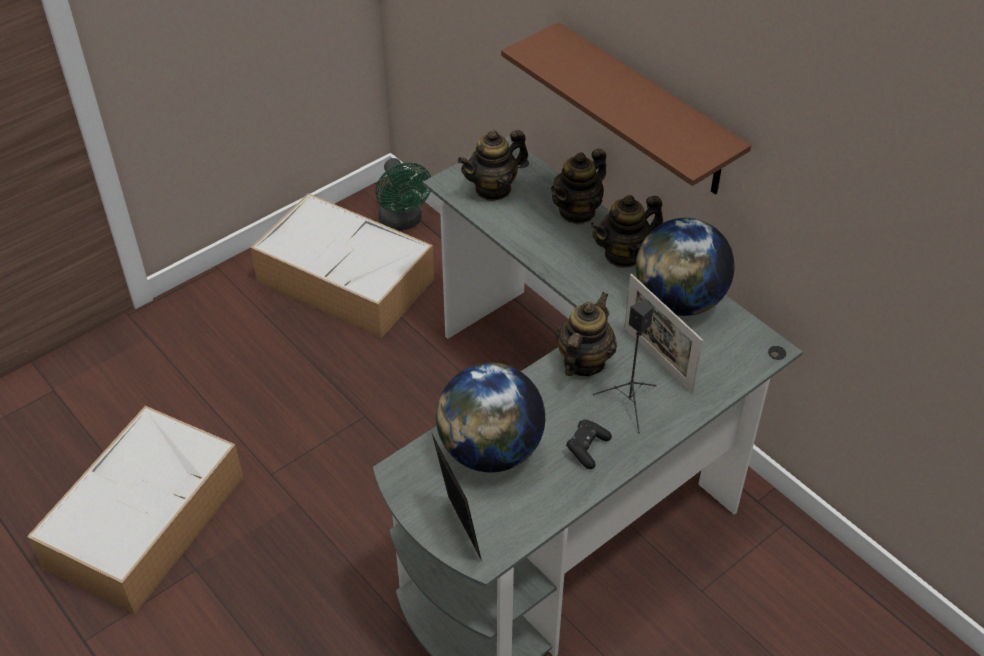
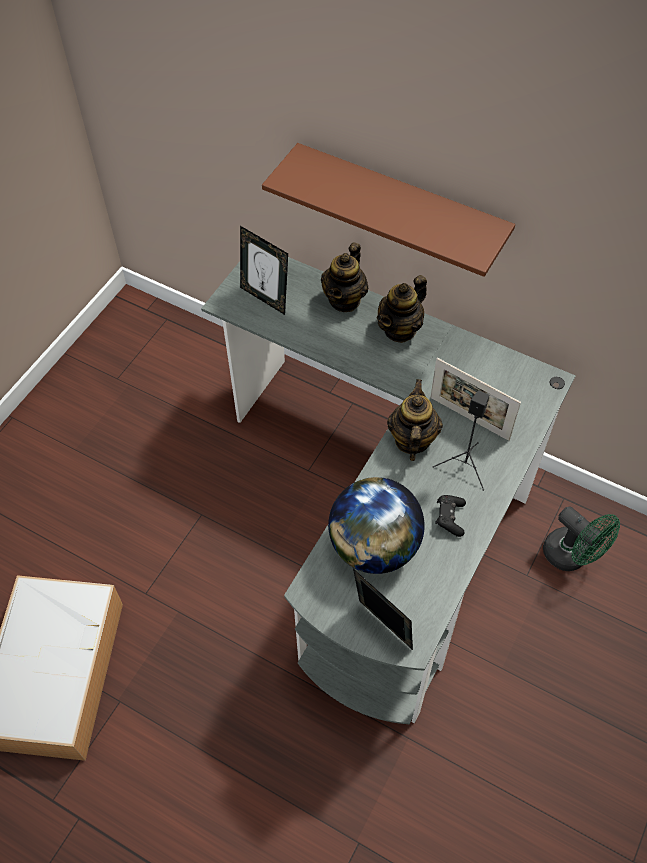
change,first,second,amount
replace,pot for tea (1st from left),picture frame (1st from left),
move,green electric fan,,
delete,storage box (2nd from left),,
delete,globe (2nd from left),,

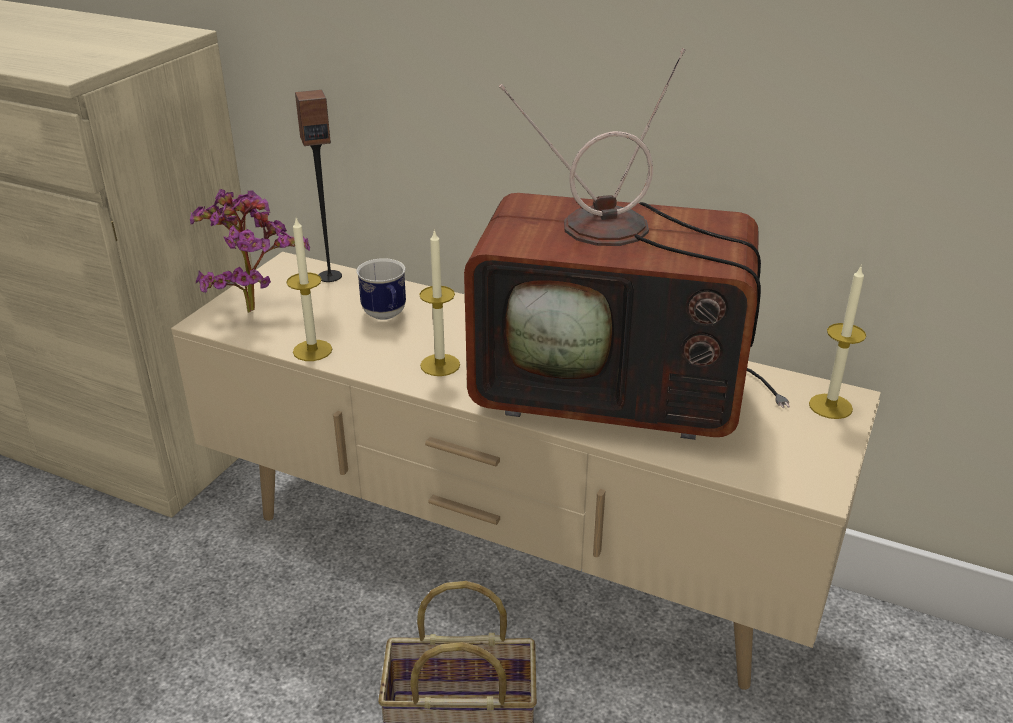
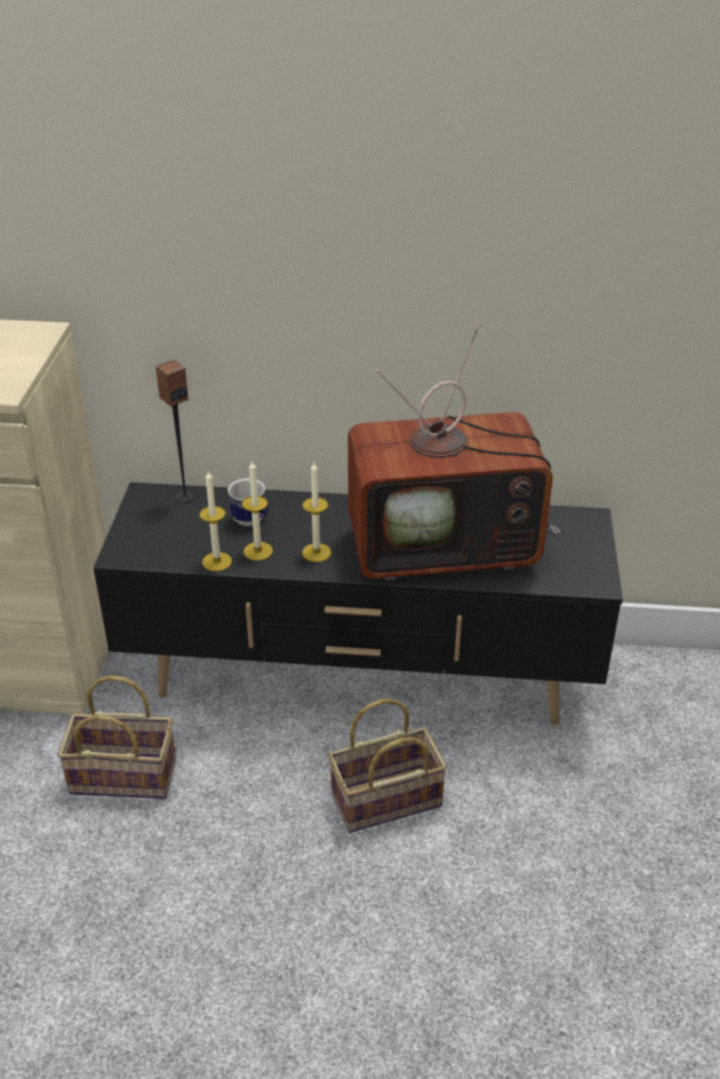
change,first,second,amount
delete,houseplant,,
recolor,beige tv unit,black-coloured tv unit,
move,wax candle (3rd from left in the first image),wax candle (2nd from left),
insert,,household basket (1st from left),

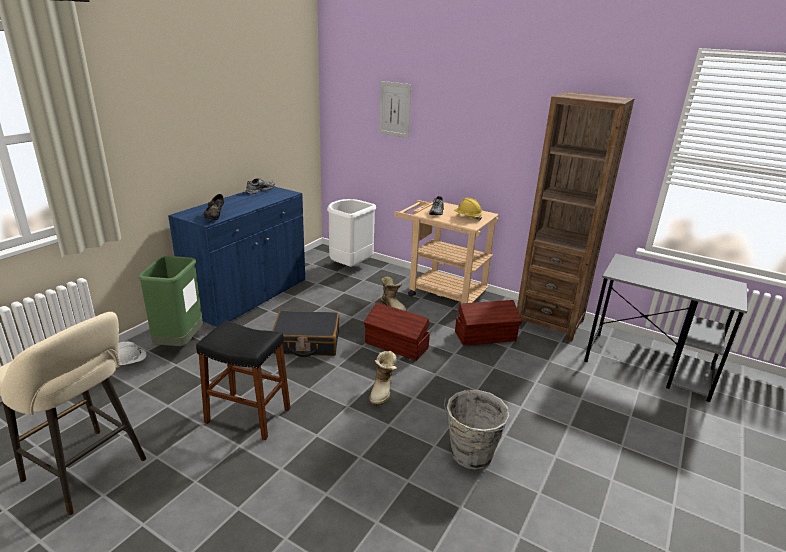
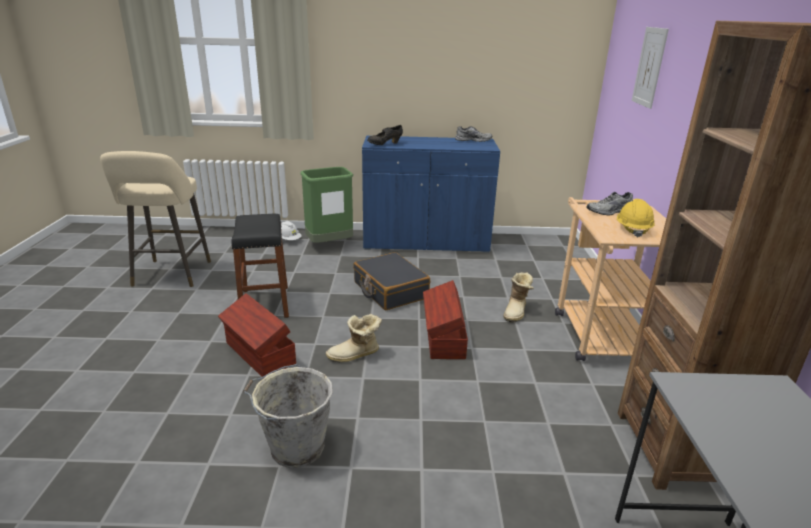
change,first,second,amount
delete,white-coloured rubbish bin,,
move,brown-coloured storage box (2nd from left in the first image),brown-coloured storage box (1st from left),

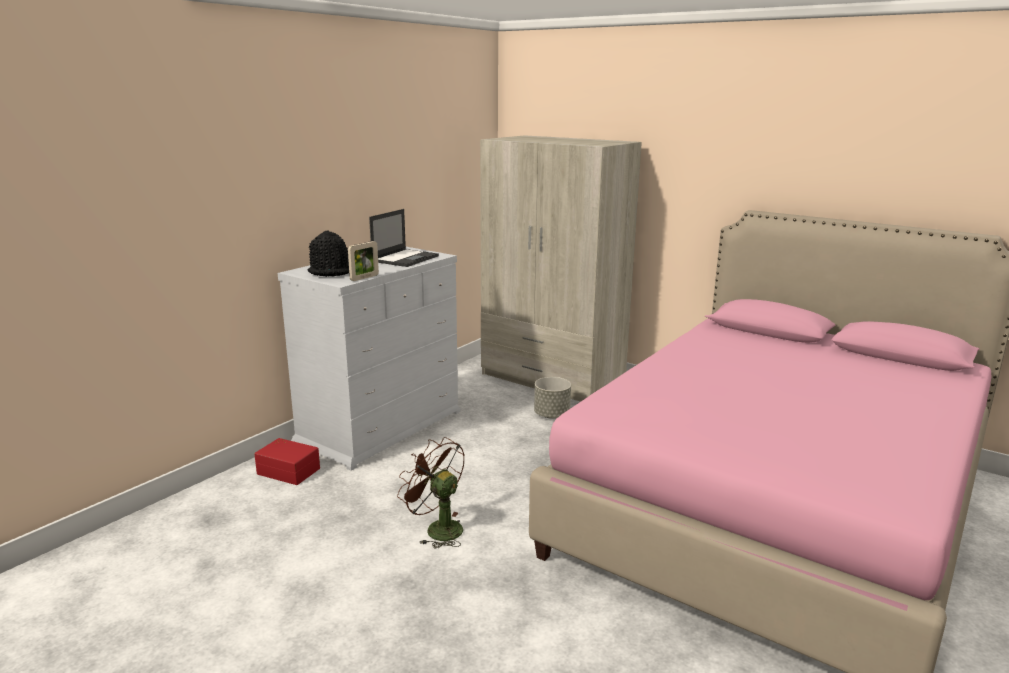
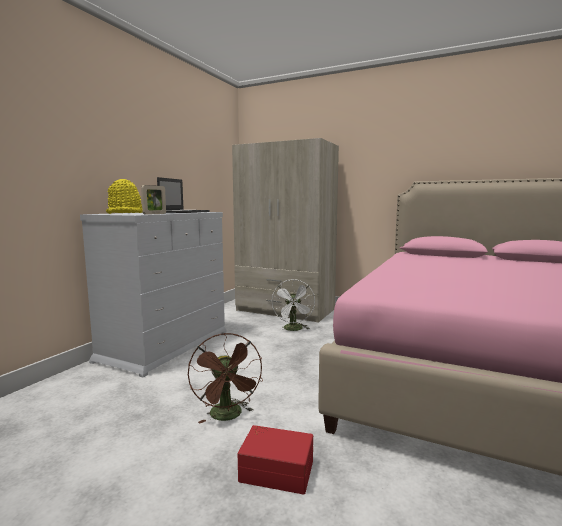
change,first,second,amount
recolor,black-coloured wearable hat,yellowish wearable hat,
replace,greyish plant pot,white-coloured electric fan,
rotate,brown-coloured electric fan,,135 degrees counterclockwise
move,red storage box,,

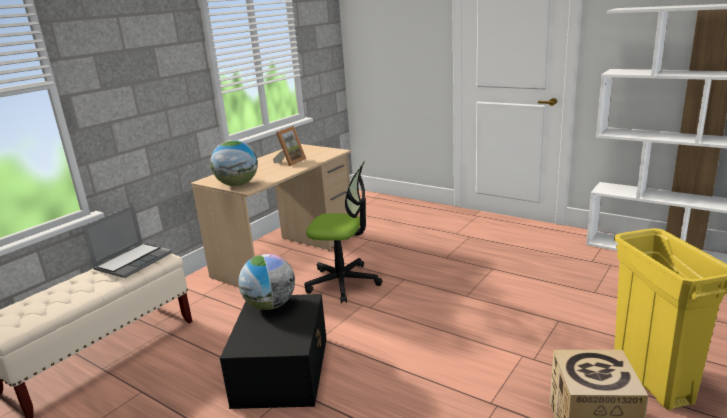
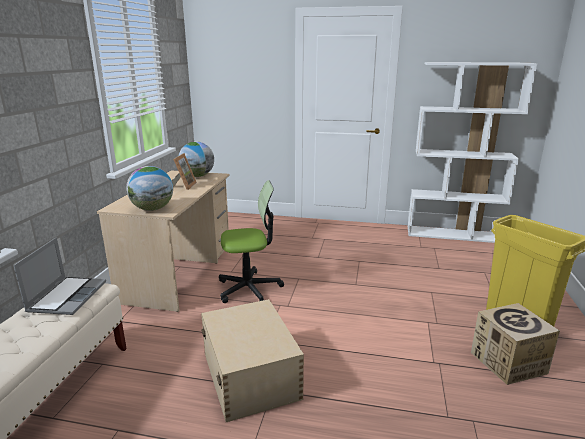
change,first,second,amount
move,globe (2nd from left),,
recolor,black-coloured storage box,beige storage box,

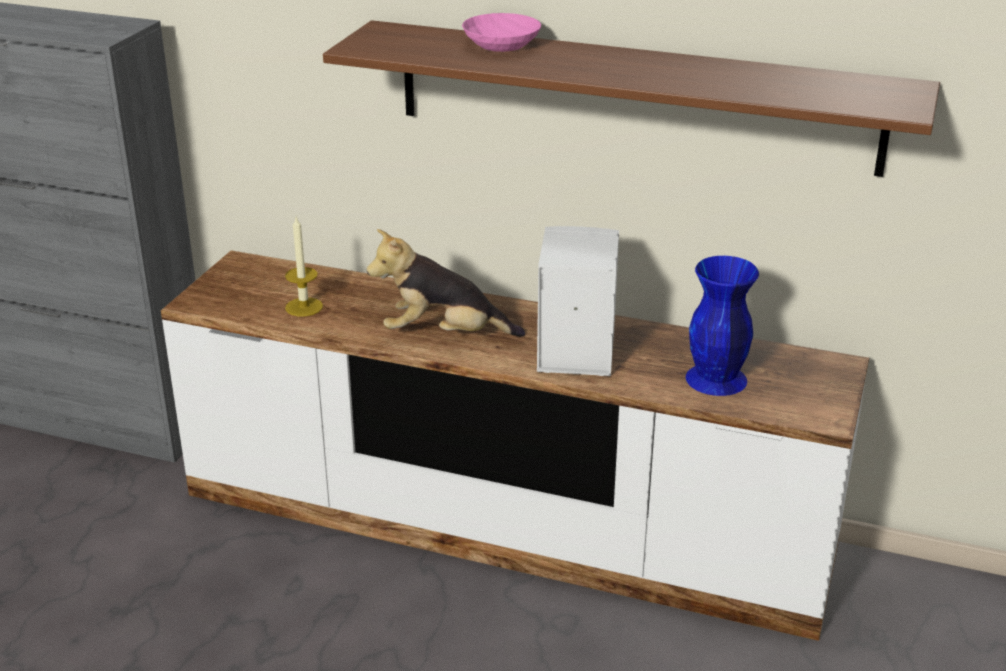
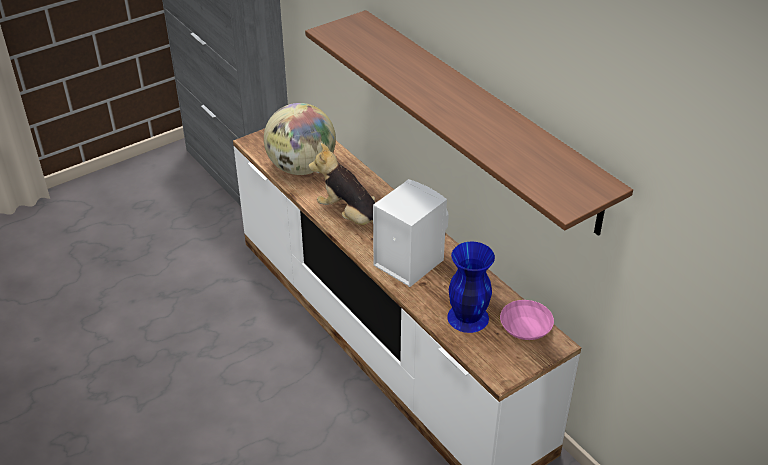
change,first,second,amount
move,pinkish serving bowl,,
replace,wax candle,globe,

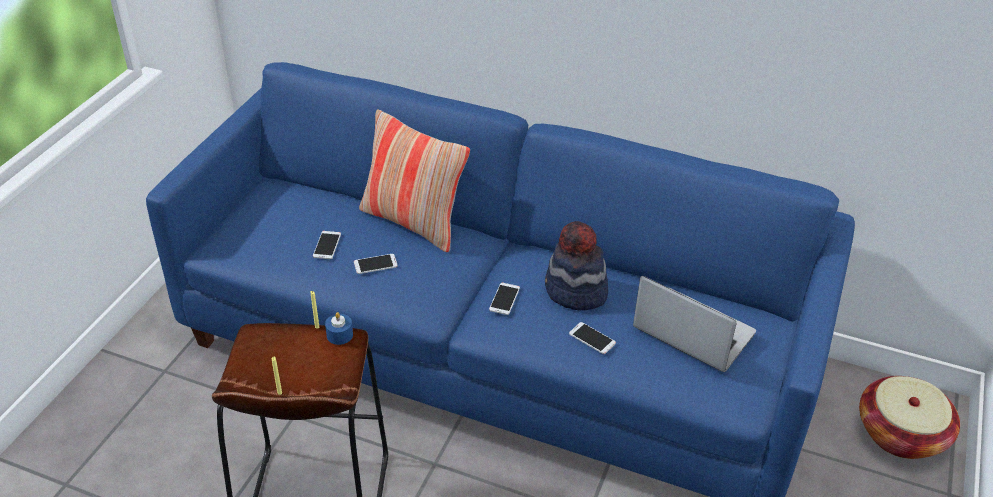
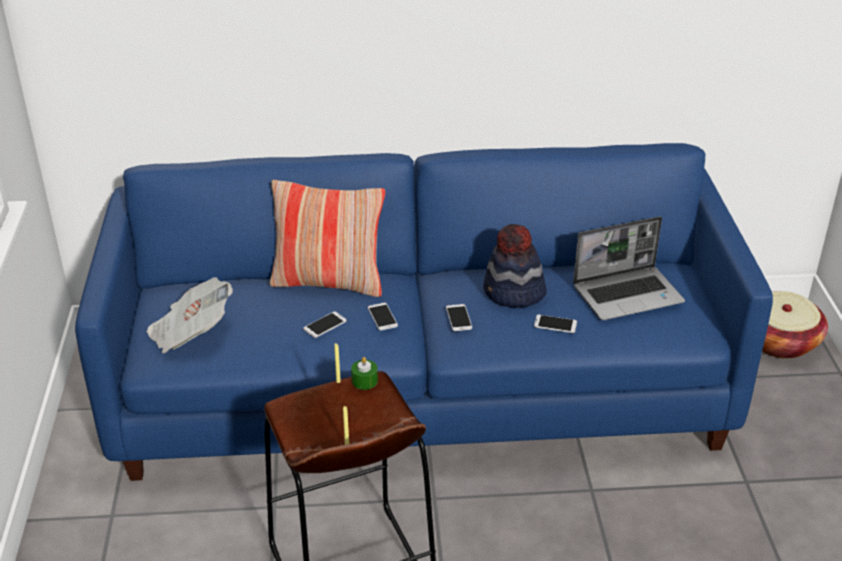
change,first,second,amount
move,telephone (1st from left in the first image),telephone (2nd from left),
rotate,portable computer,,150 degrees clockwise
recolor,bluish wax candle,green wax candle,
insert,,printed paper,

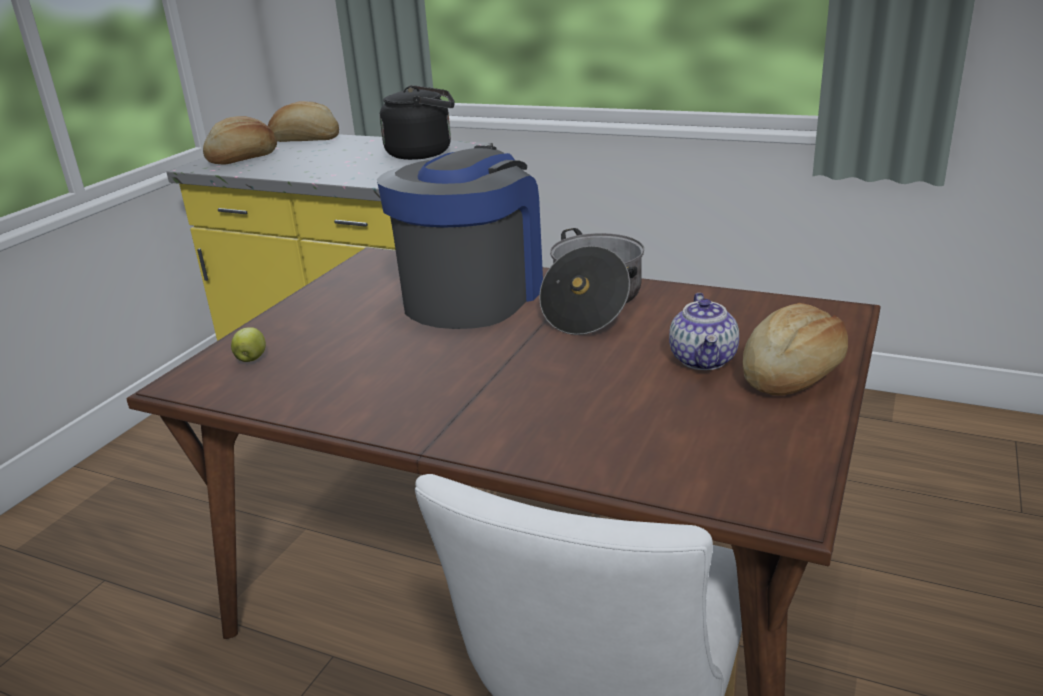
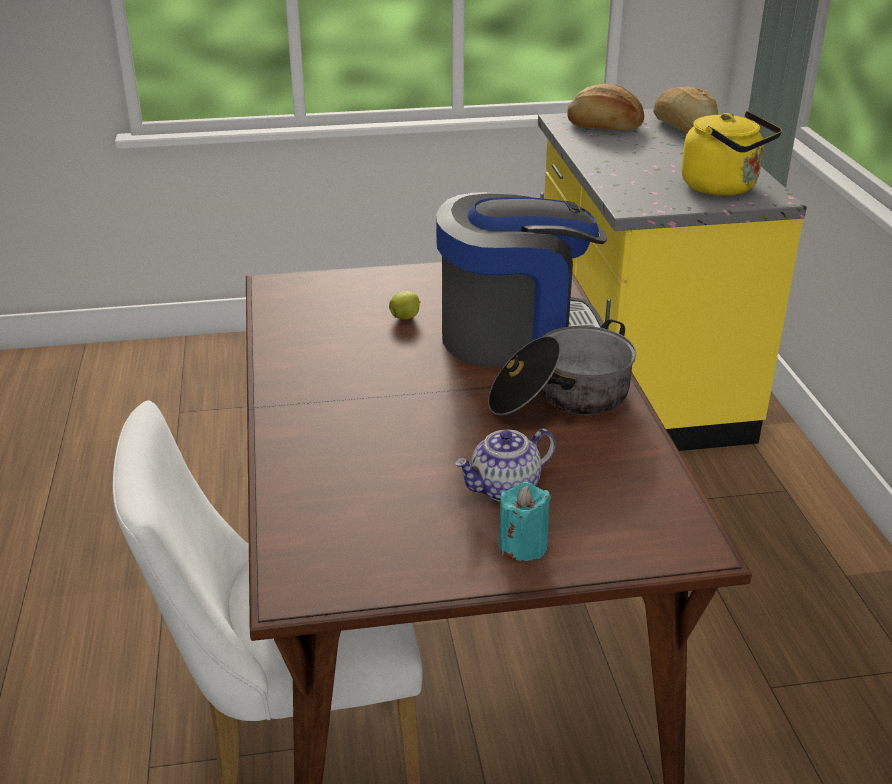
change,first,second,amount
recolor,black-coloured water kettle,yellowish water kettle,
replace,bakery bread (3rd from left),blue-green wax candle,
move,apple fruit,,

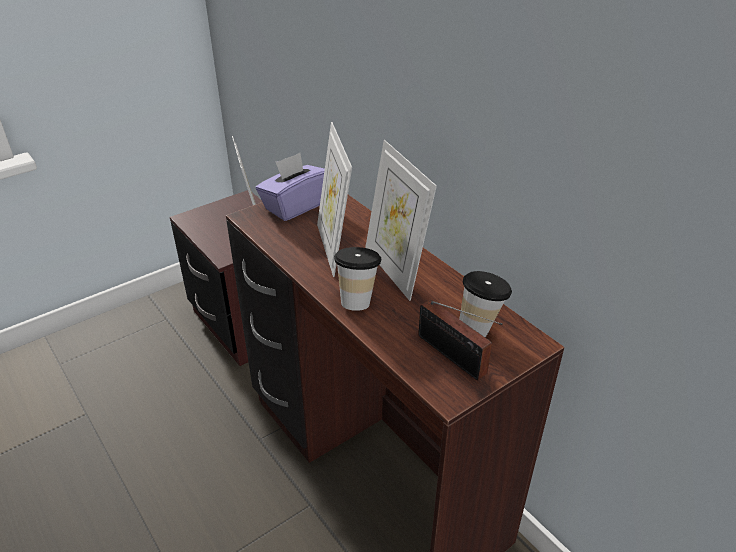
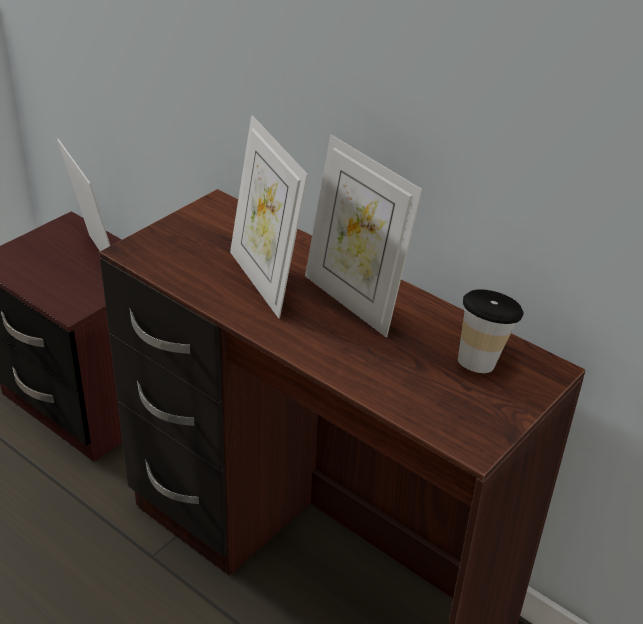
change,first,second,amount
delete,purplish tissue holder,,
delete,drinking cup (1st from left),,
delete,radio,,

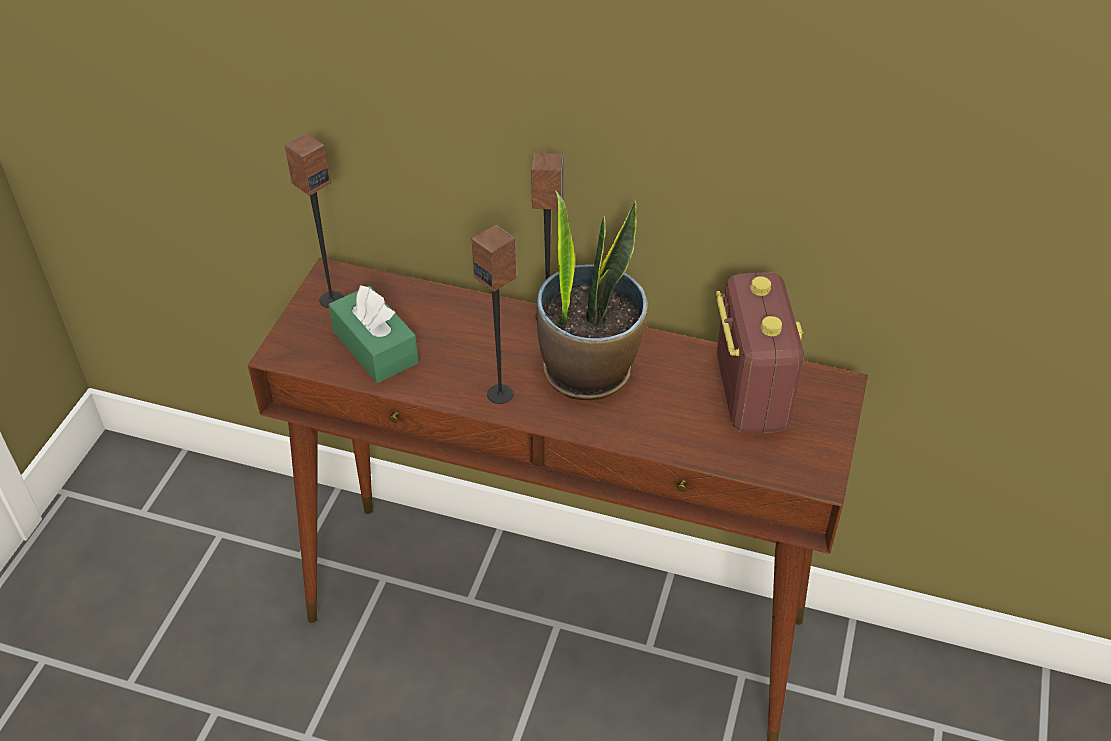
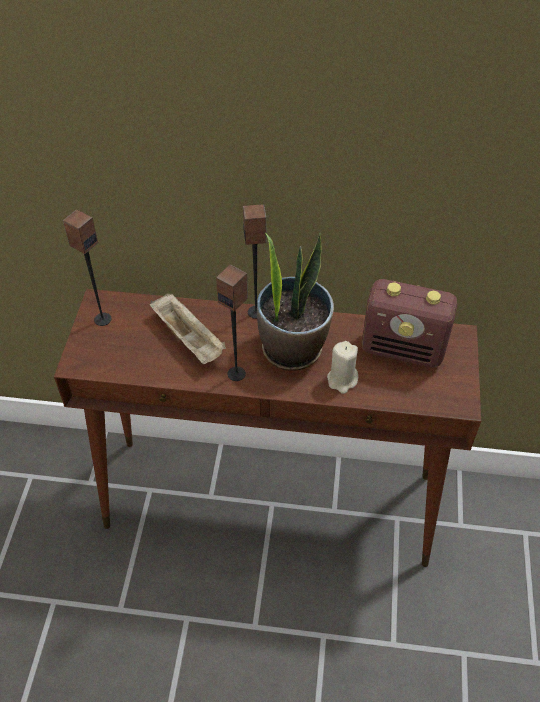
change,first,second,amount
rotate,radio,,120 degrees clockwise
delete,green tissue holder,,
insert,,beige tray,
insert,,beige wax candle,

